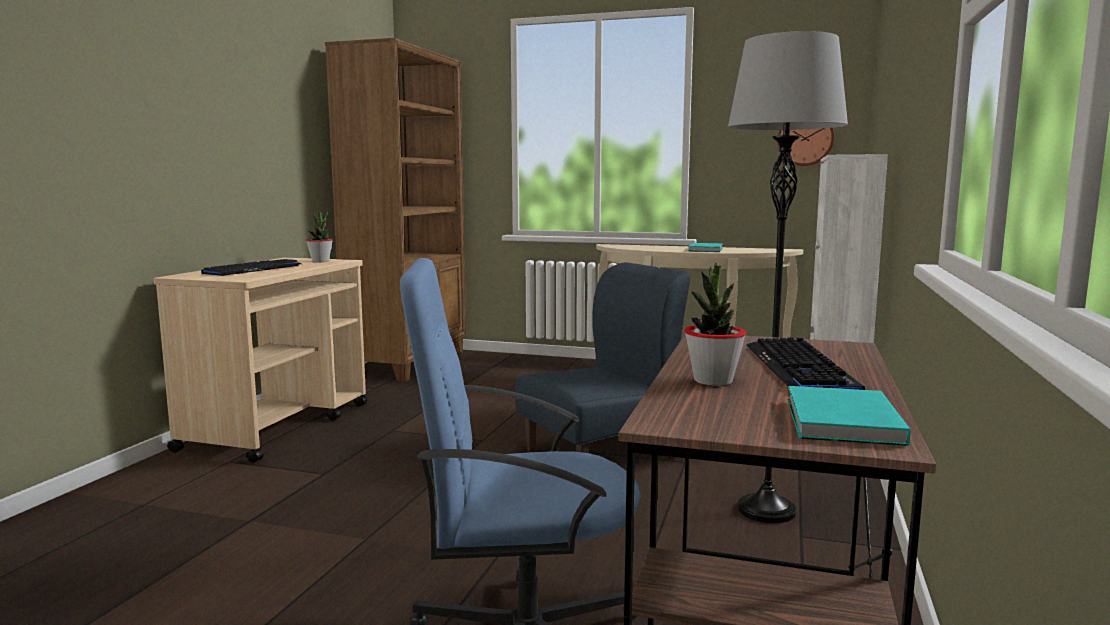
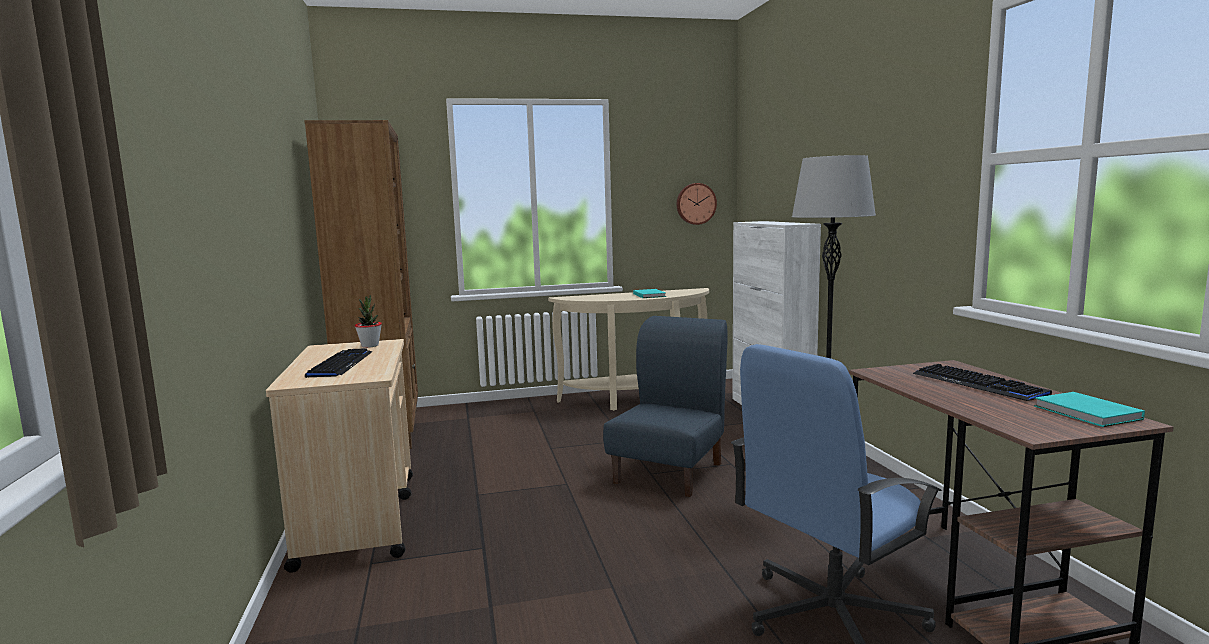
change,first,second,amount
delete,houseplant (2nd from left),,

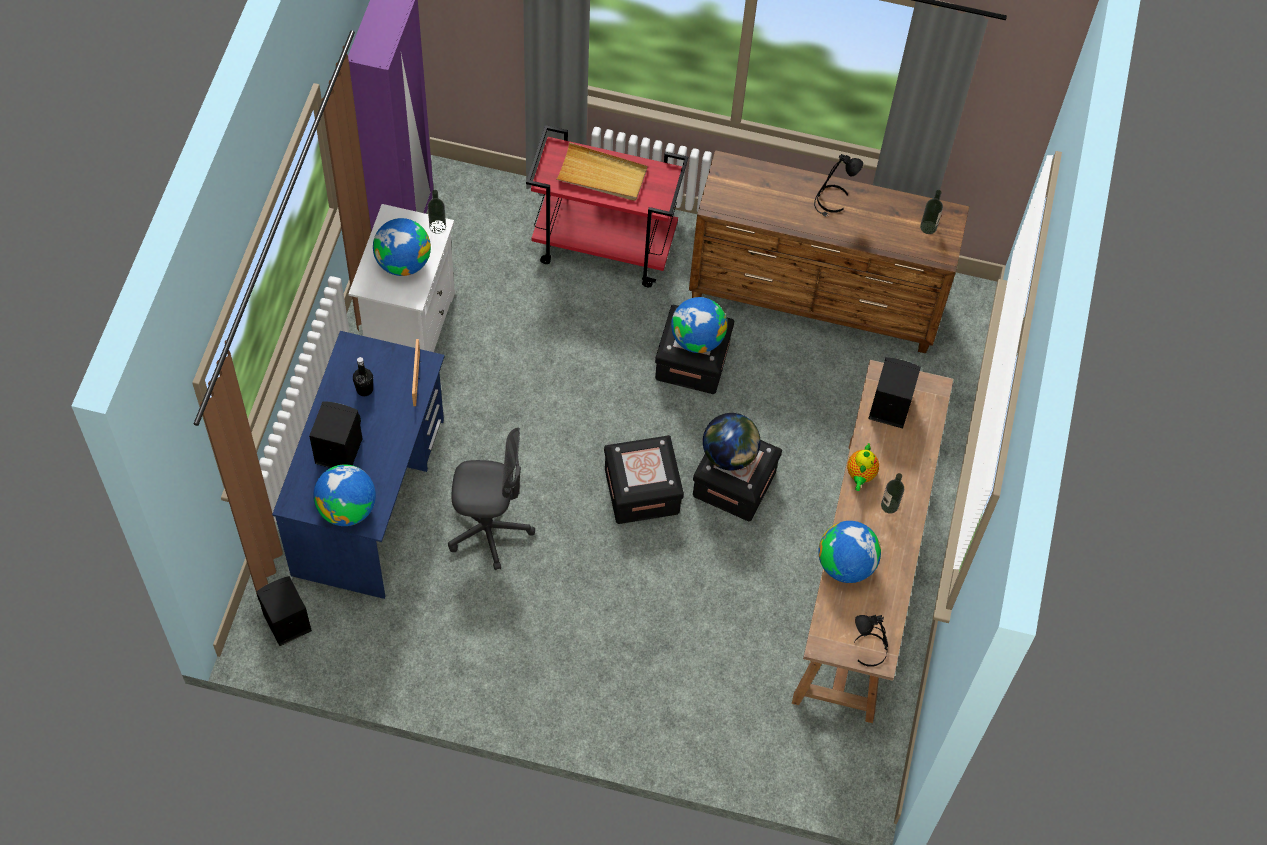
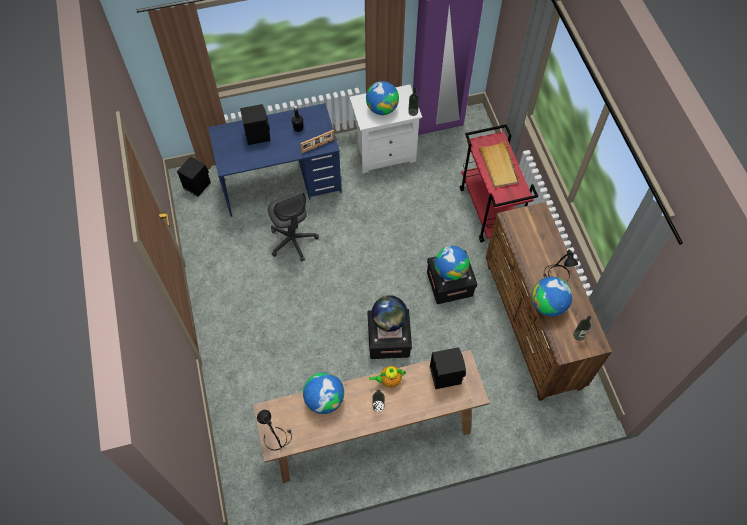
change,first,second,amount
delete,black-coloured storage box (1st from left),,
move,globe (1st from left in the first image),globe (5th from left),

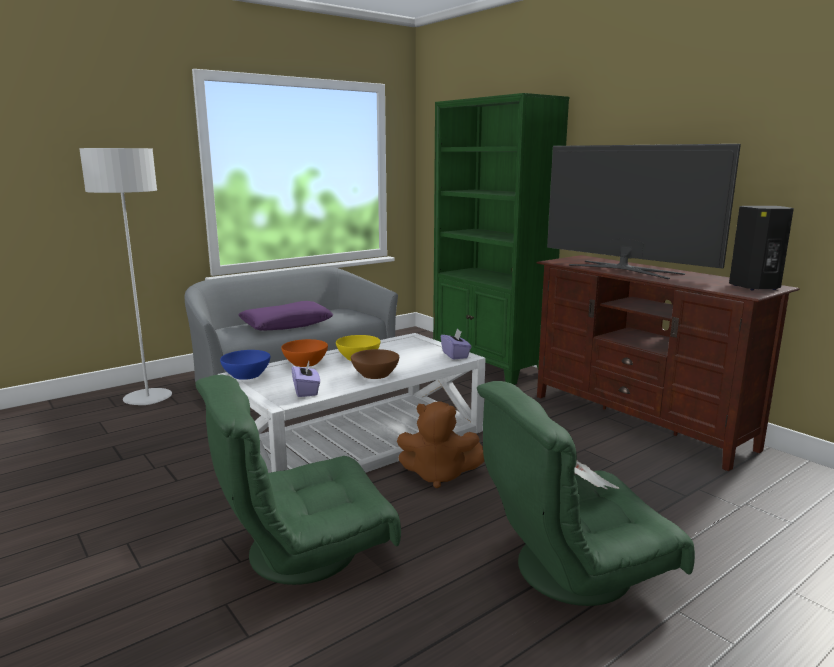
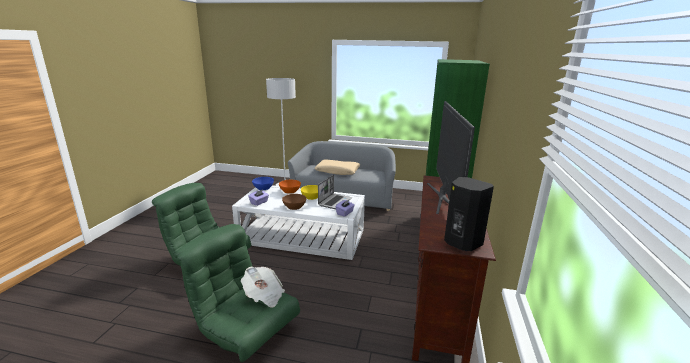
change,first,second,amount
recolor,purplish throw pillow,beige throw pillow,
delete,brown-coloured plush toy,,
insert,,portable computer,

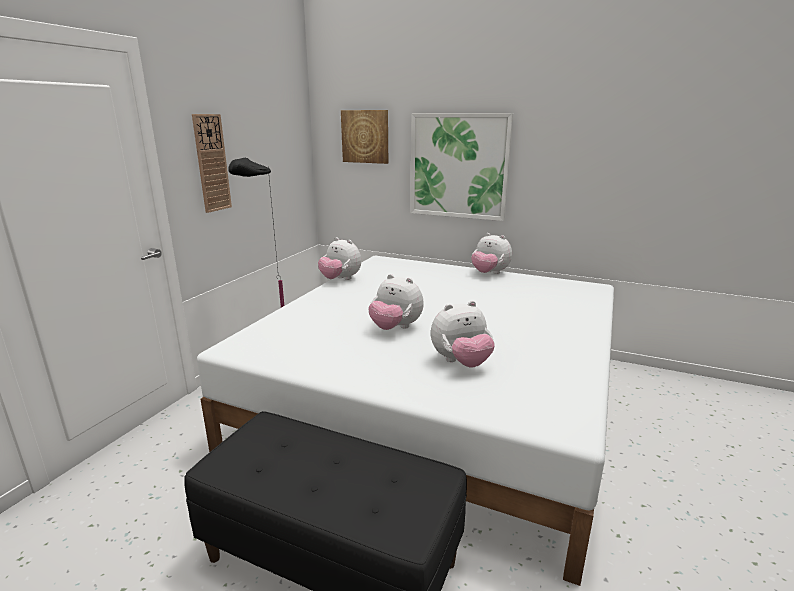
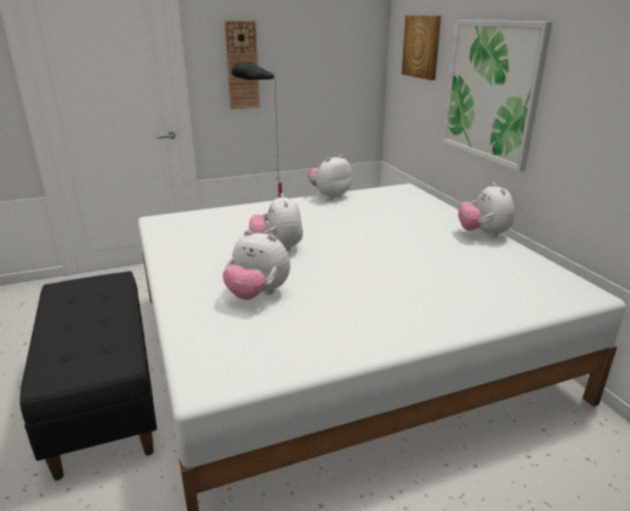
change,first,second,amount
rotate,plush toy (1st from left in the first image),plush toy (3rd from left),60 degrees clockwise

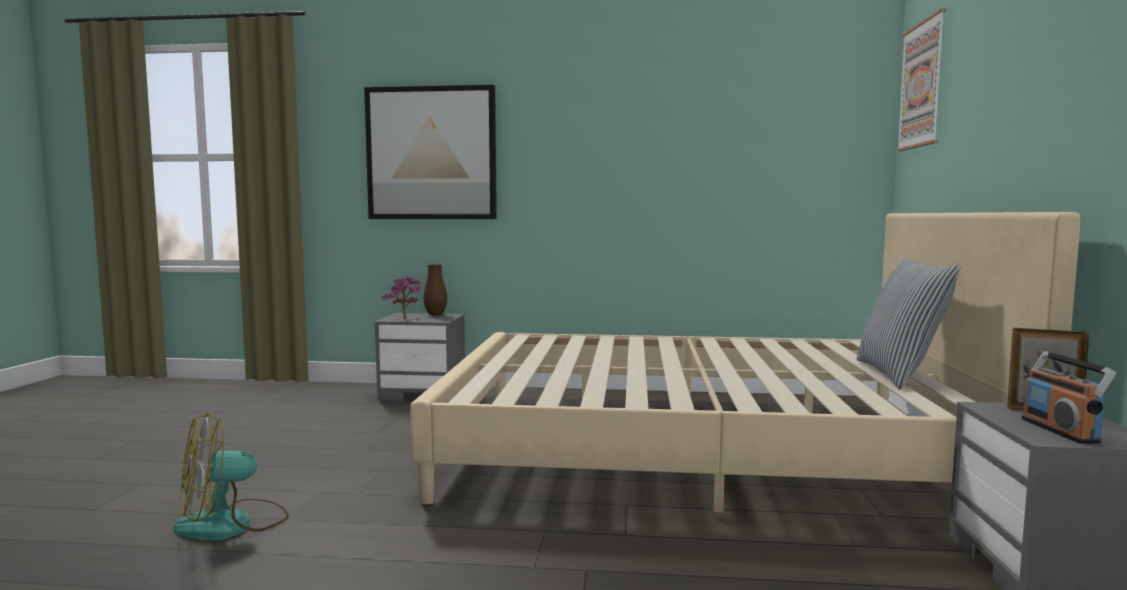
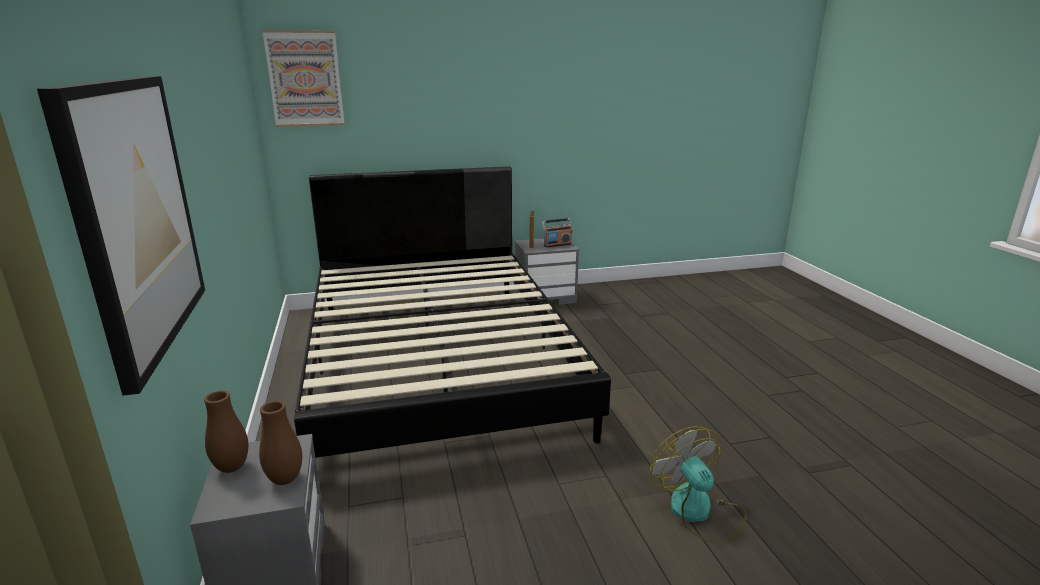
change,first,second,amount
recolor,beige bedroom bed,black-coloured bedroom bed,
delete,throw pillow,,
replace,houseplant,brown-coloured vase (2nd from left),
rotate,electric fan,,150 degrees counterclockwise

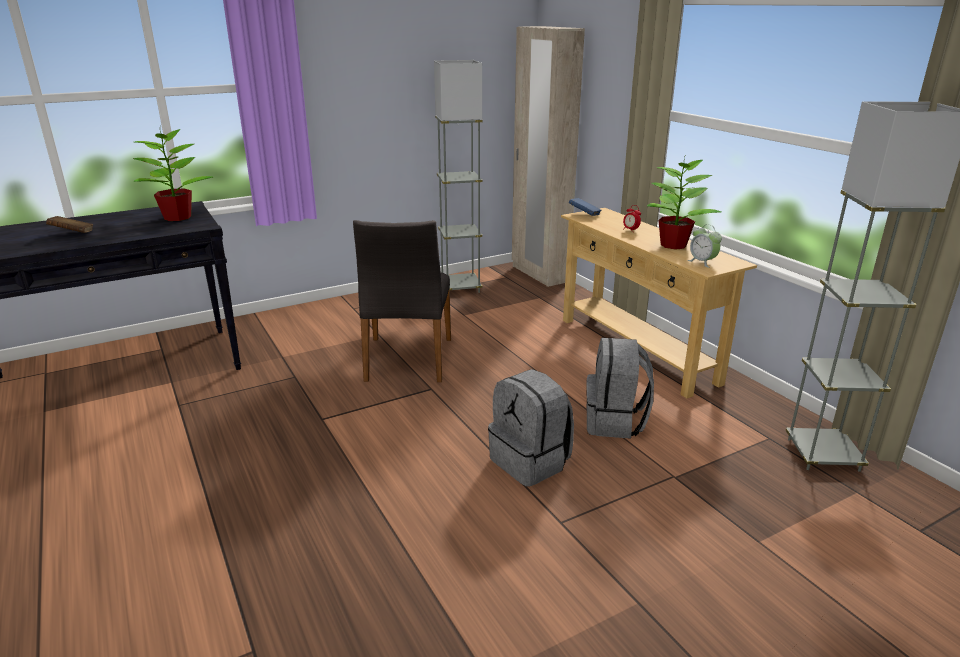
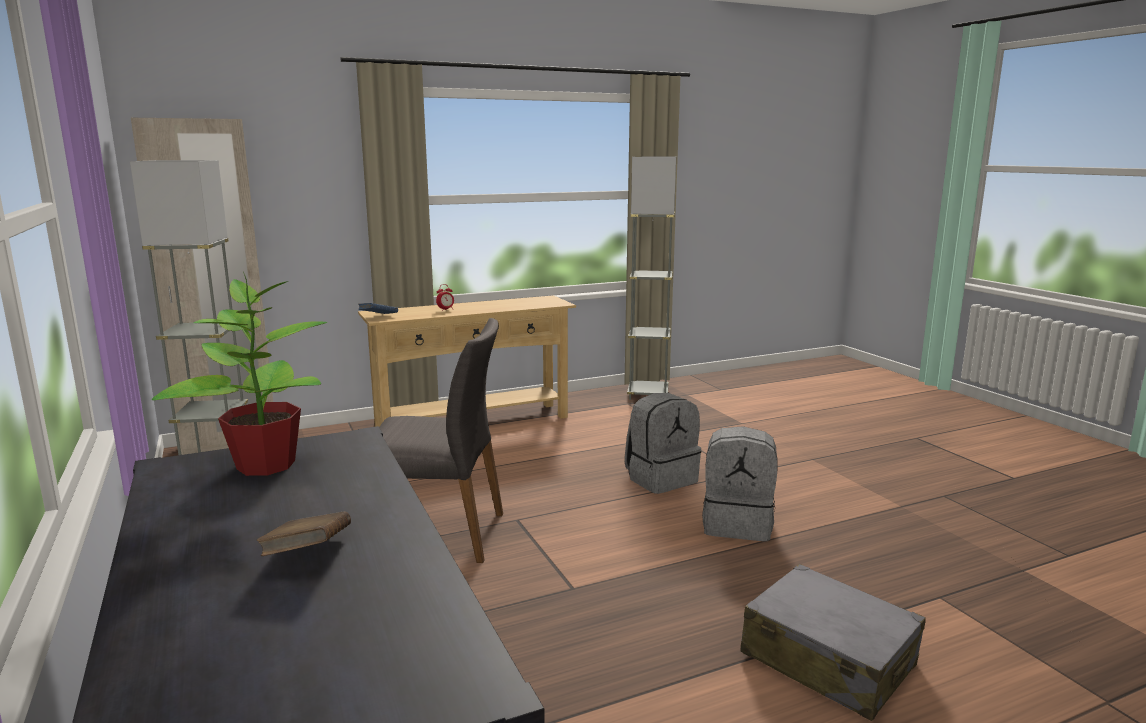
change,first,second,amount
delete,houseplant (2nd from left),,
delete,table clock (2nd from left),,
move,greyish backpack (2nd from left),,
insert,,greyish travel case,

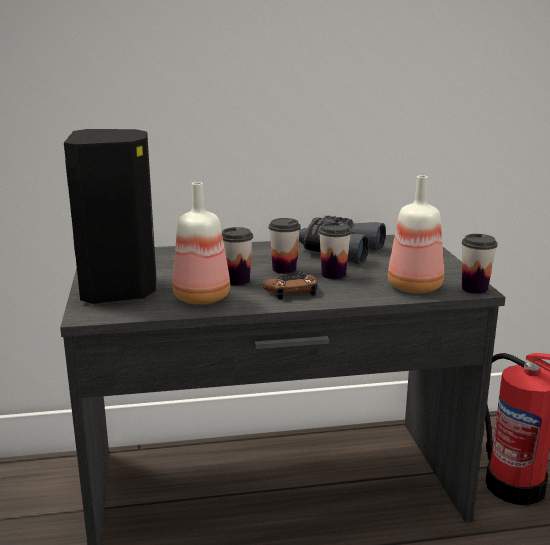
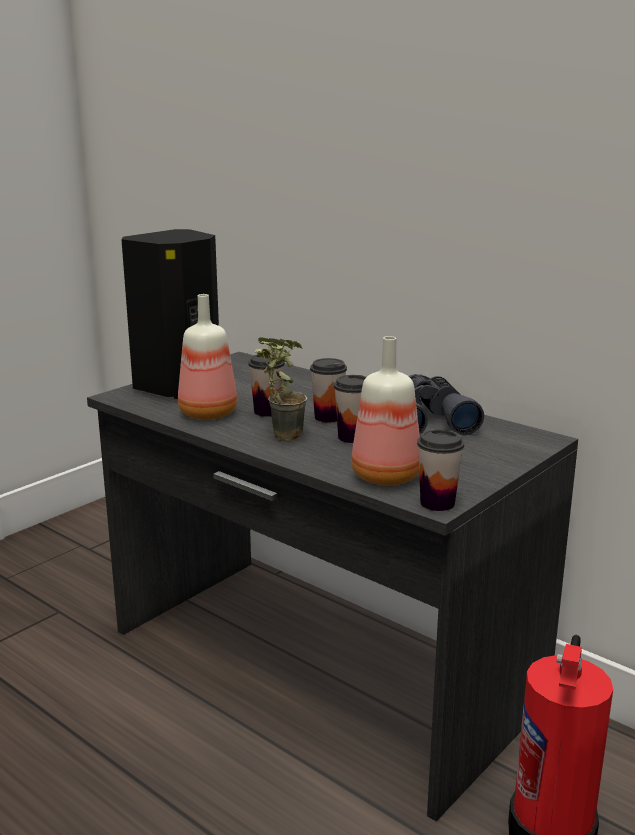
change,first,second,amount
replace,brown-coloured joypad,houseplant,

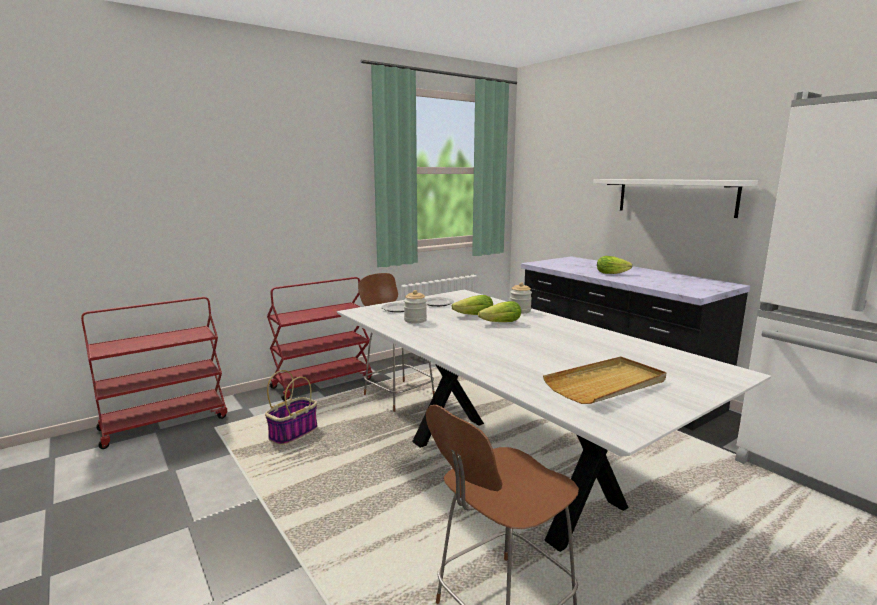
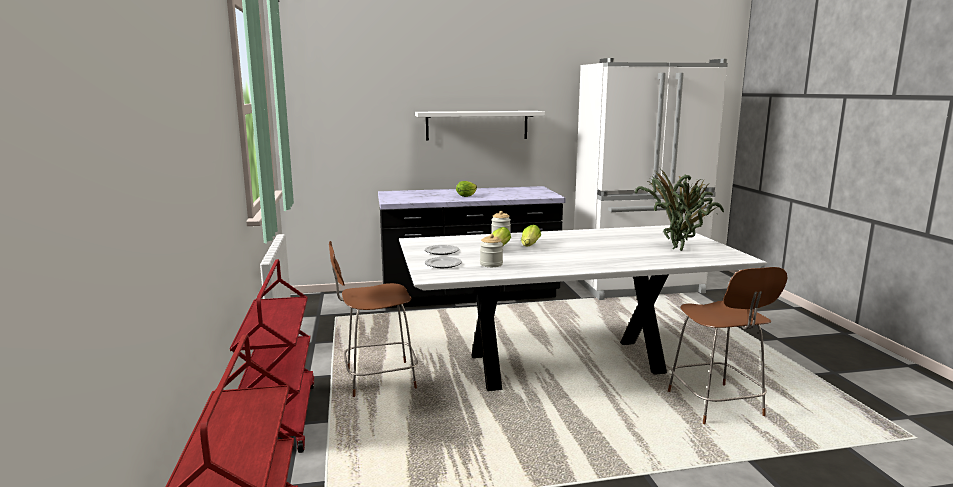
change,first,second,amount
replace,beige tray,houseplant,
delete,household basket,,

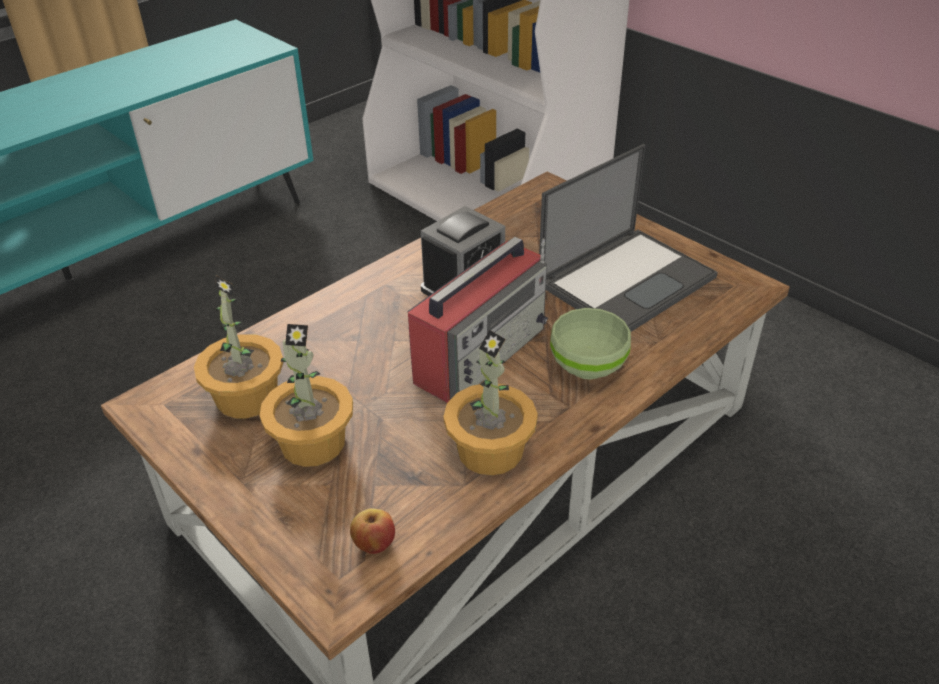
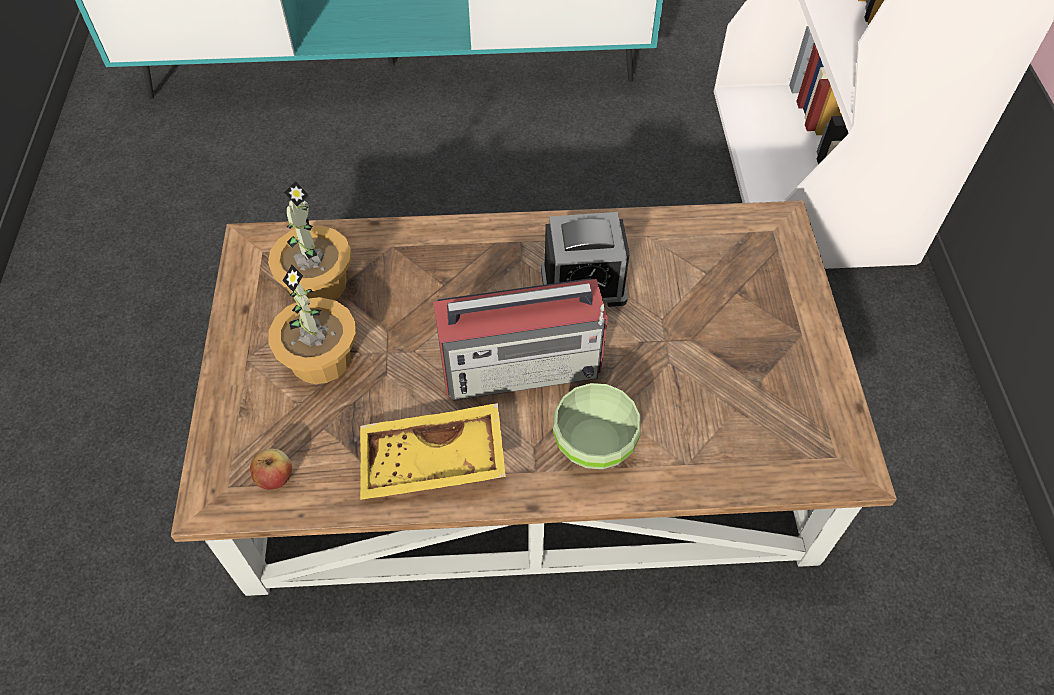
change,first,second,amount
delete,portable computer,,
replace,houseplant (3rd from left),yellowish tray,

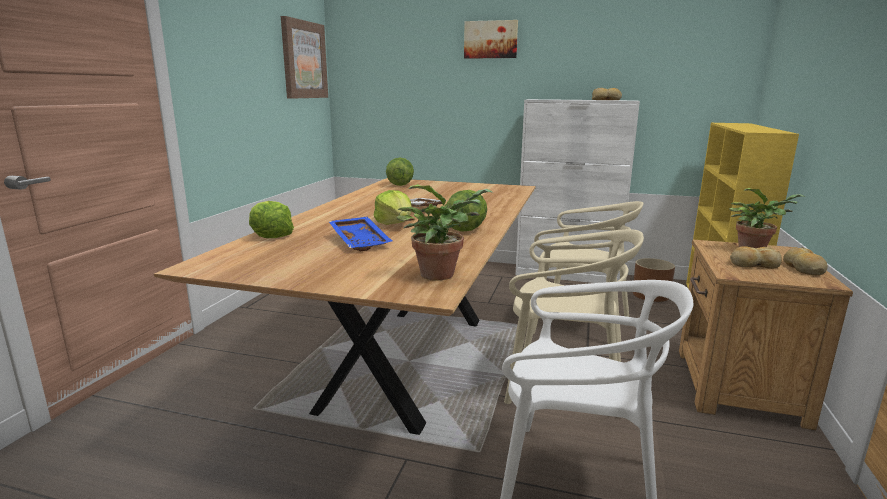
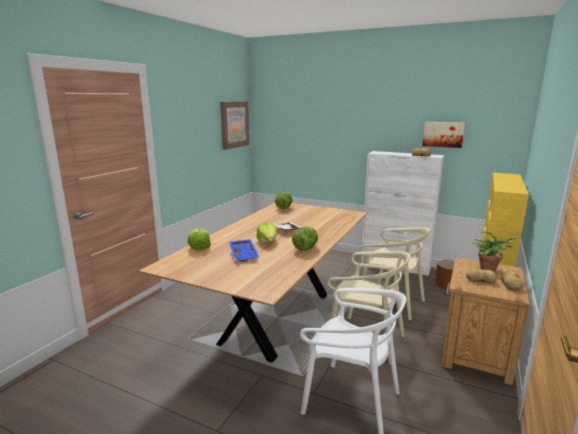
change,first,second,amount
move,picture (2nd from left),,
delete,houseplant (1st from left),,

